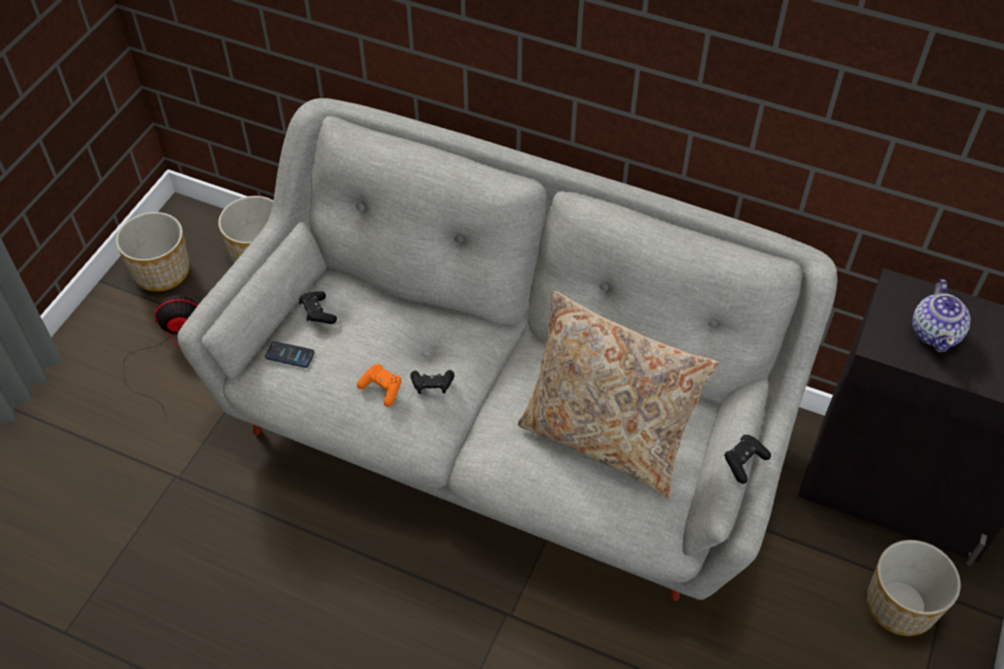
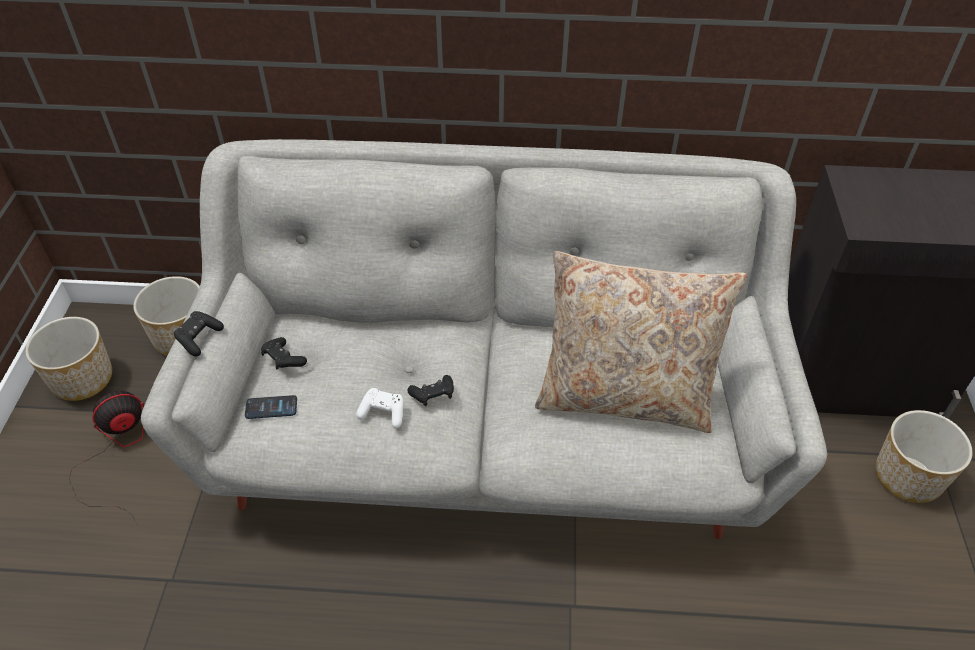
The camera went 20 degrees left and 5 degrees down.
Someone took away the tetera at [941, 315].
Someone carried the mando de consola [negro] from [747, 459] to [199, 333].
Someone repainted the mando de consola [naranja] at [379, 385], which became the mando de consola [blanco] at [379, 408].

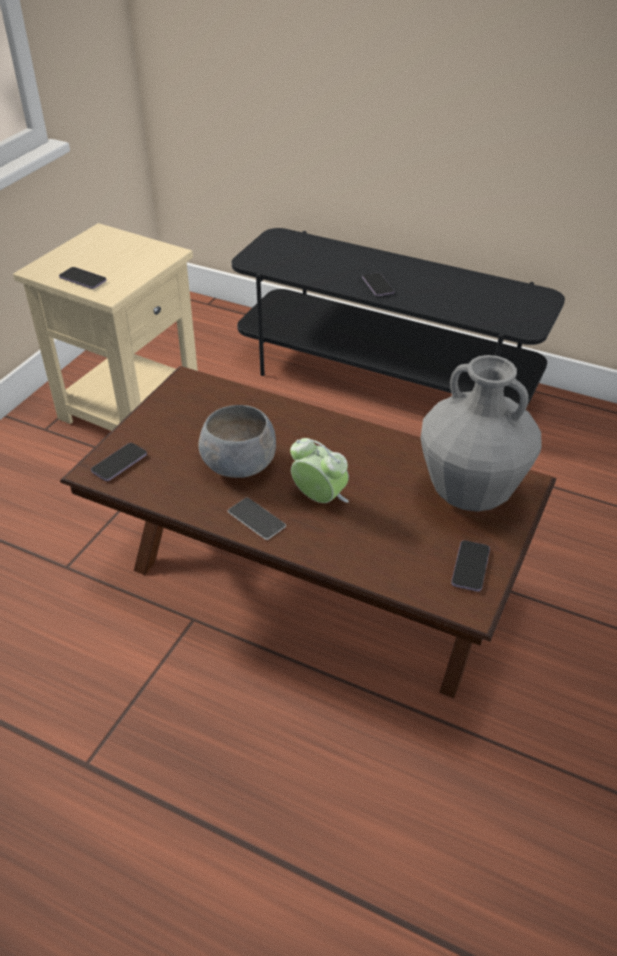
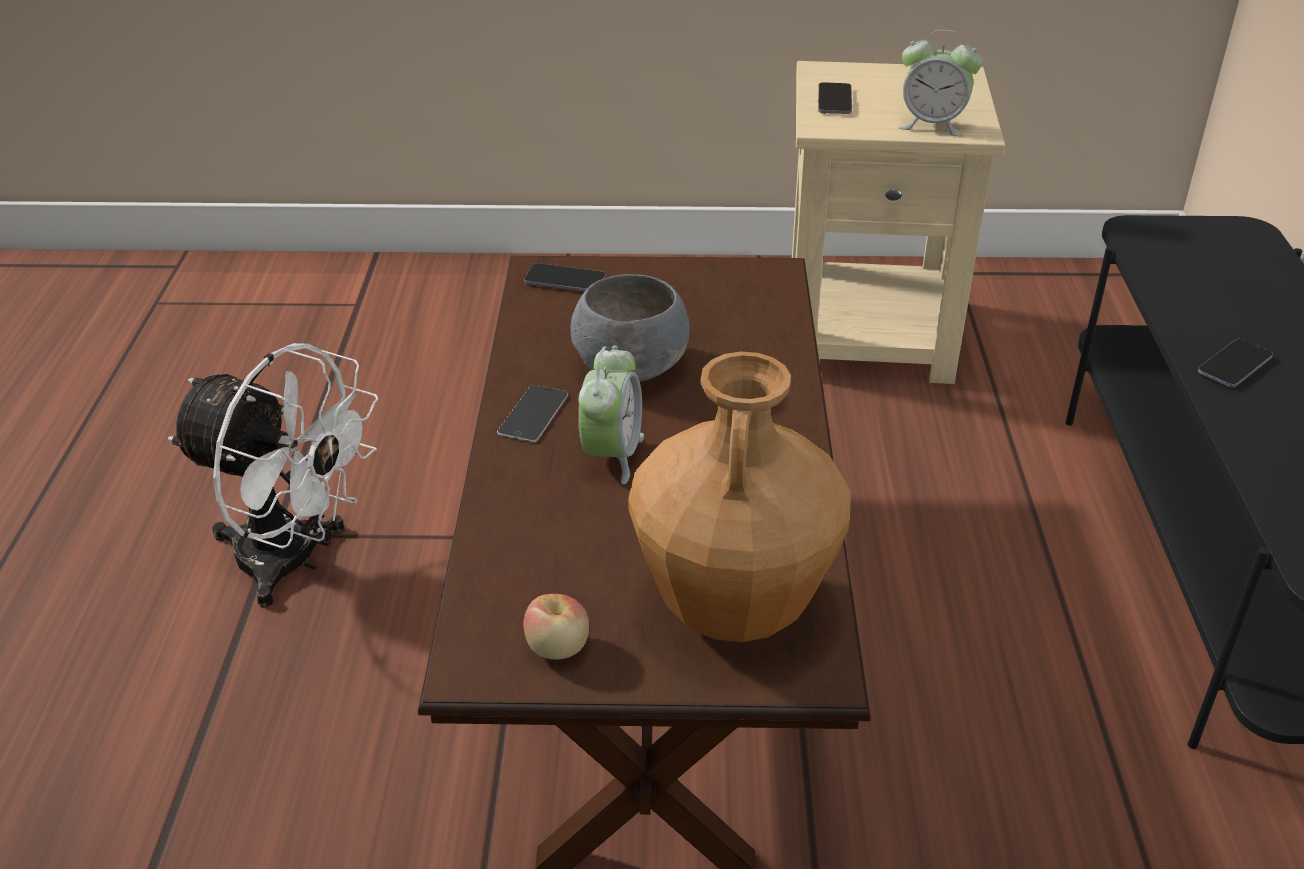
The camera went 65 degrees right and 5 degrees down.
Someone put down the ventilador [blanco] at [273, 475].
Someone put down the despertador at [940, 83].
Someone swapped the móvil at [470, 566] for the manzana at [556, 627].
Someone repainted the florero [gris] at [481, 433], which became the florero [marrón] at [739, 497].

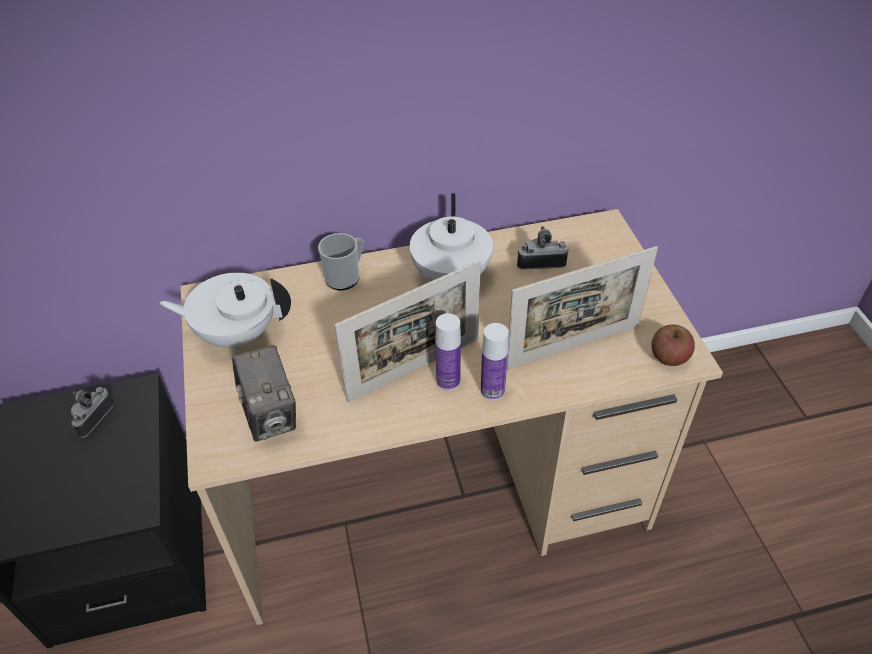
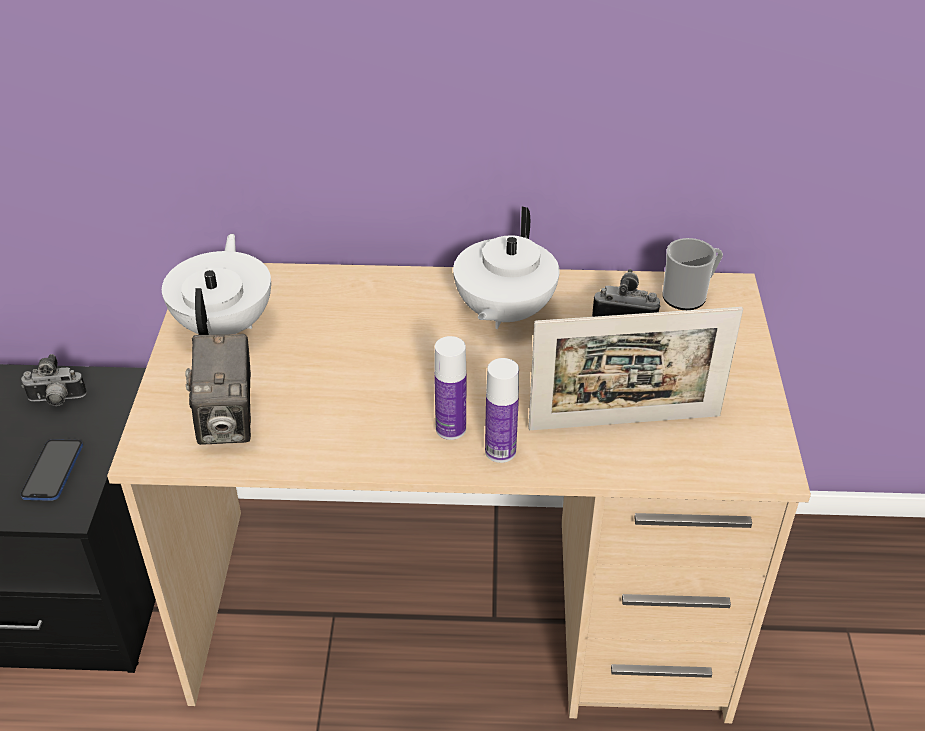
The camera went 15 degrees right and 5 degrees down.
Someone took away the portarretratos at [407, 331].
Someone took away the manzana at [673, 345].
Someone put down the móvil at [51, 470].
Someone carried the taza grande from [341, 261] to [692, 274].
Someone rotated the cámara at [92, 412] by 135 degrees counterclockwise.
Someone rotated the tetera [blanco] at [225, 311] by 75 degrees clockwise.

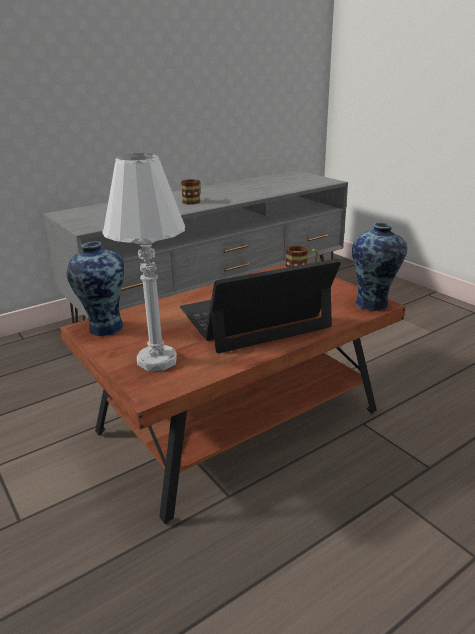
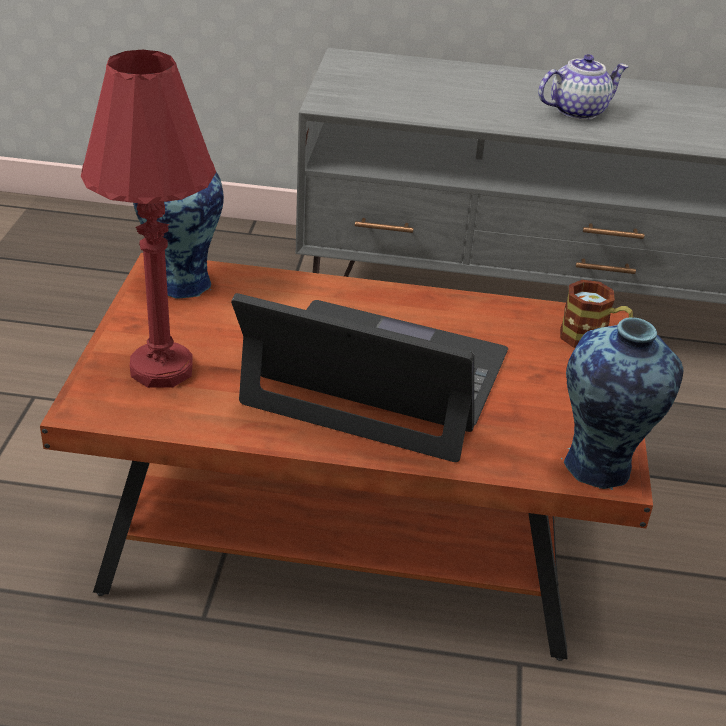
The camera went 40 degrees right and 10 degrees up.
Someone swapped the taza grande at [191, 191] for the tetera at [583, 87].
Someone repainted the lámpara de mesa [blanco] at [143, 262], which became the lámpara de mesa [rojo] at [148, 219].

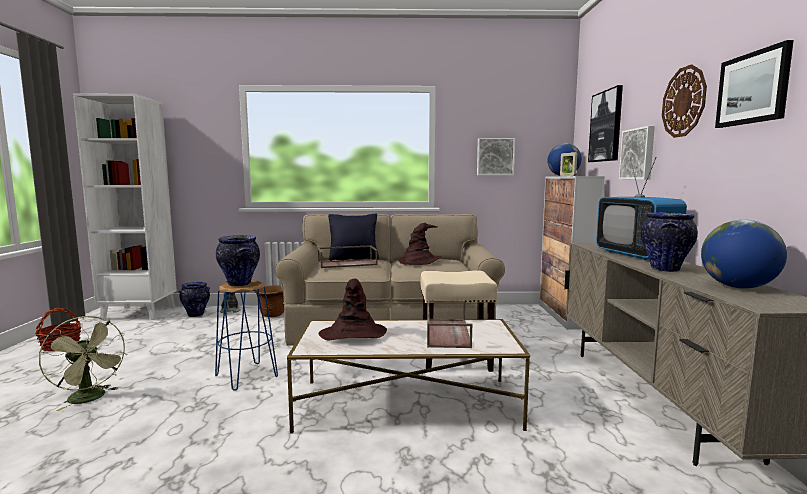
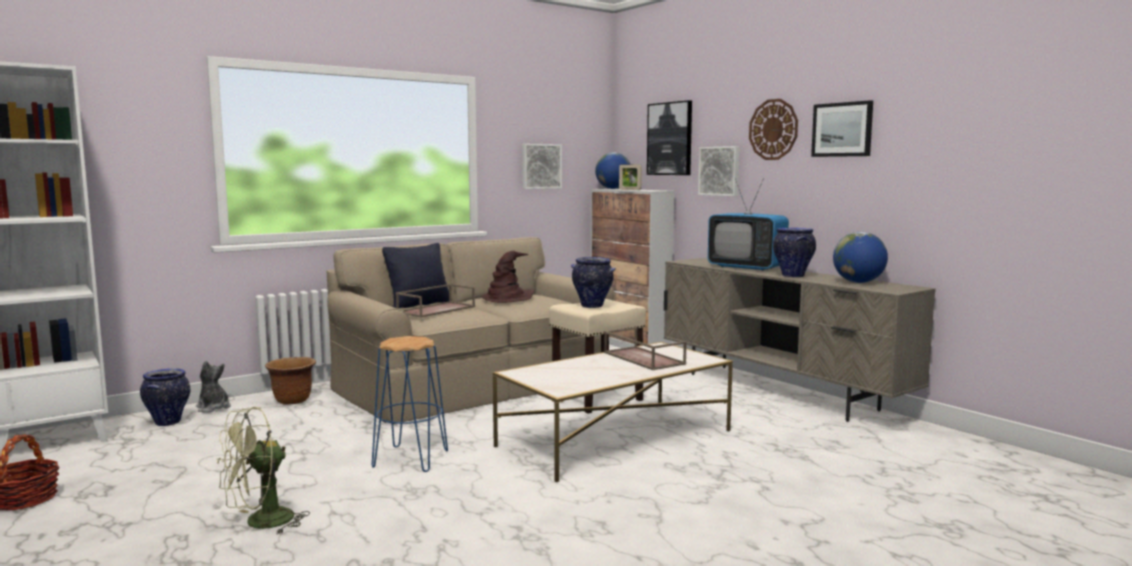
The camera went 35 degrees left and 0 degrees up.
Someone took away the sombrero [marrón] at [353, 310].
Someone carried the florero from [238, 260] to [593, 282].
Someone rotated the ventilador [verde] at [83, 363] by 135 degrees clockwise.

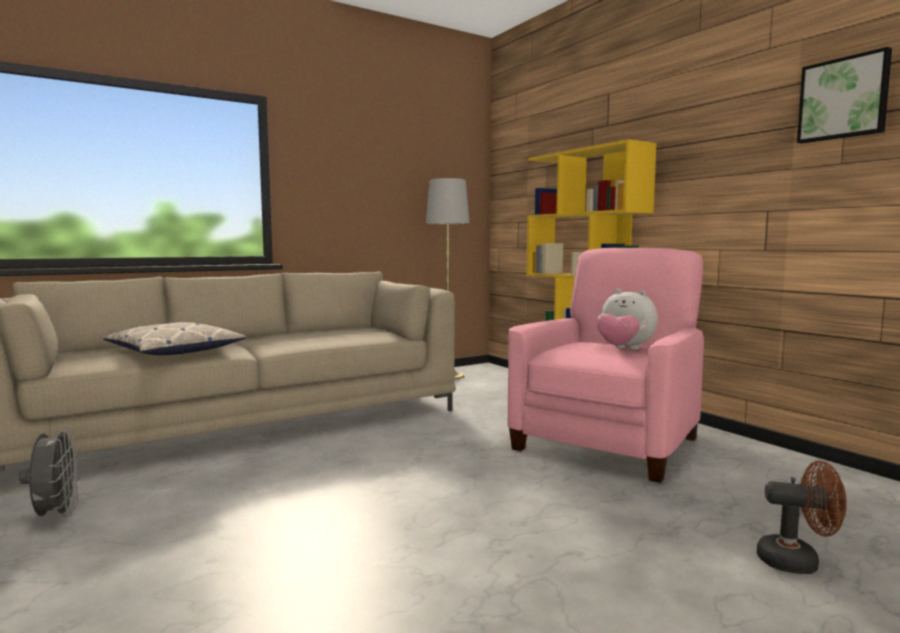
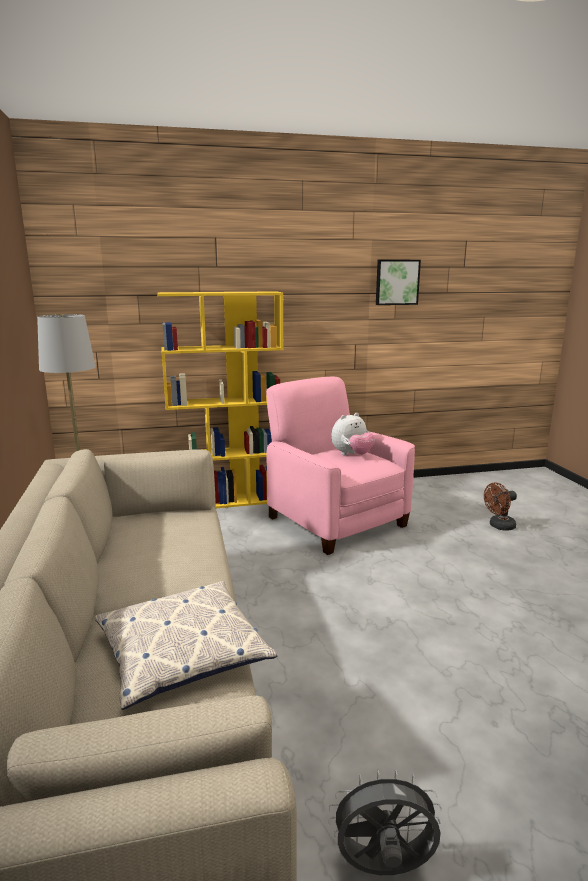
The camera went 70 degrees left and 10 degrees up.
Someone rotated the ventilador [marrón] at [802, 517] by 150 degrees counterclockwise.

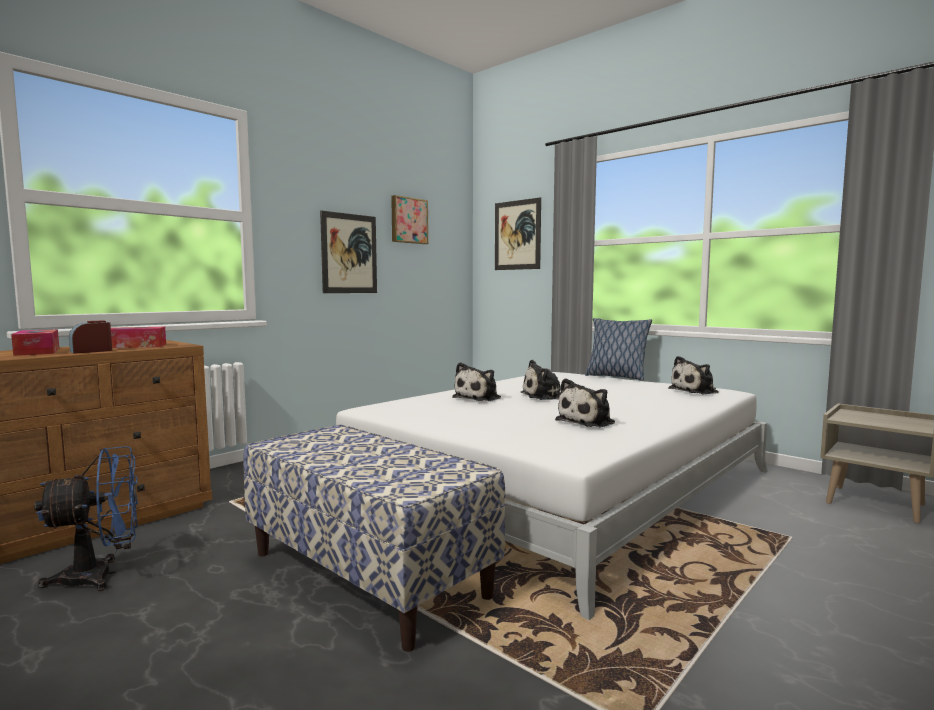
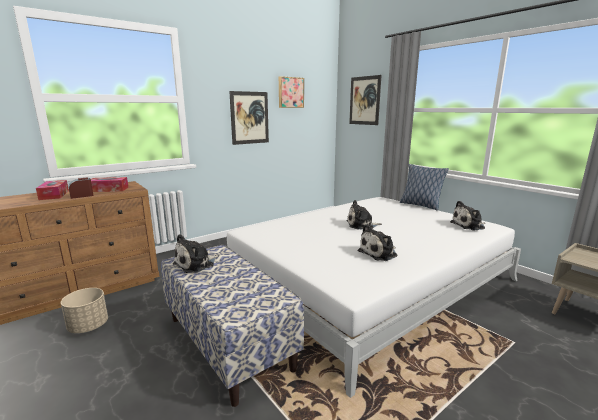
The camera went 10 degrees right and 10 degrees up.
Someone carried the peluche from [476, 381] to [196, 253].
Someone swapped the ventilador [azul] at [86, 518] for the maceta [beis] at [84, 310].

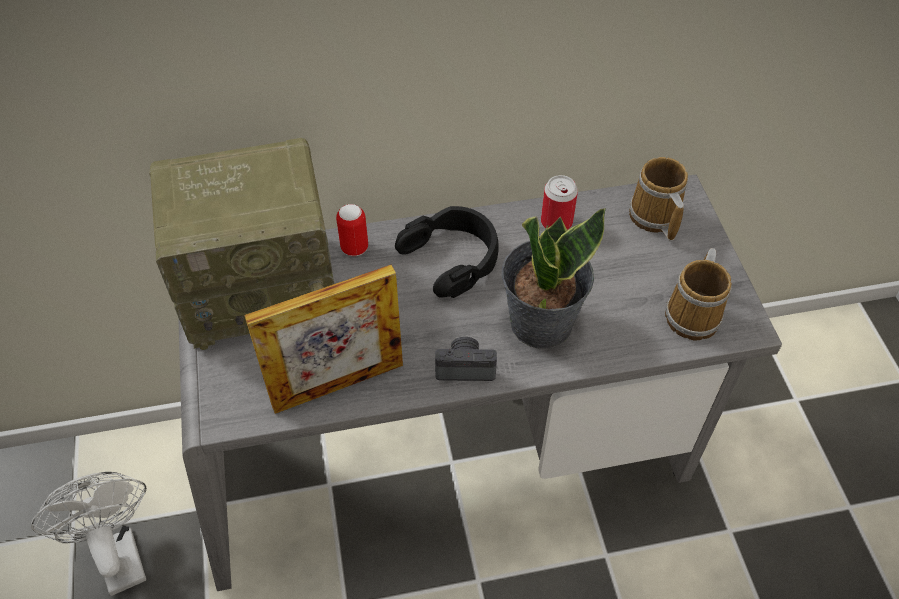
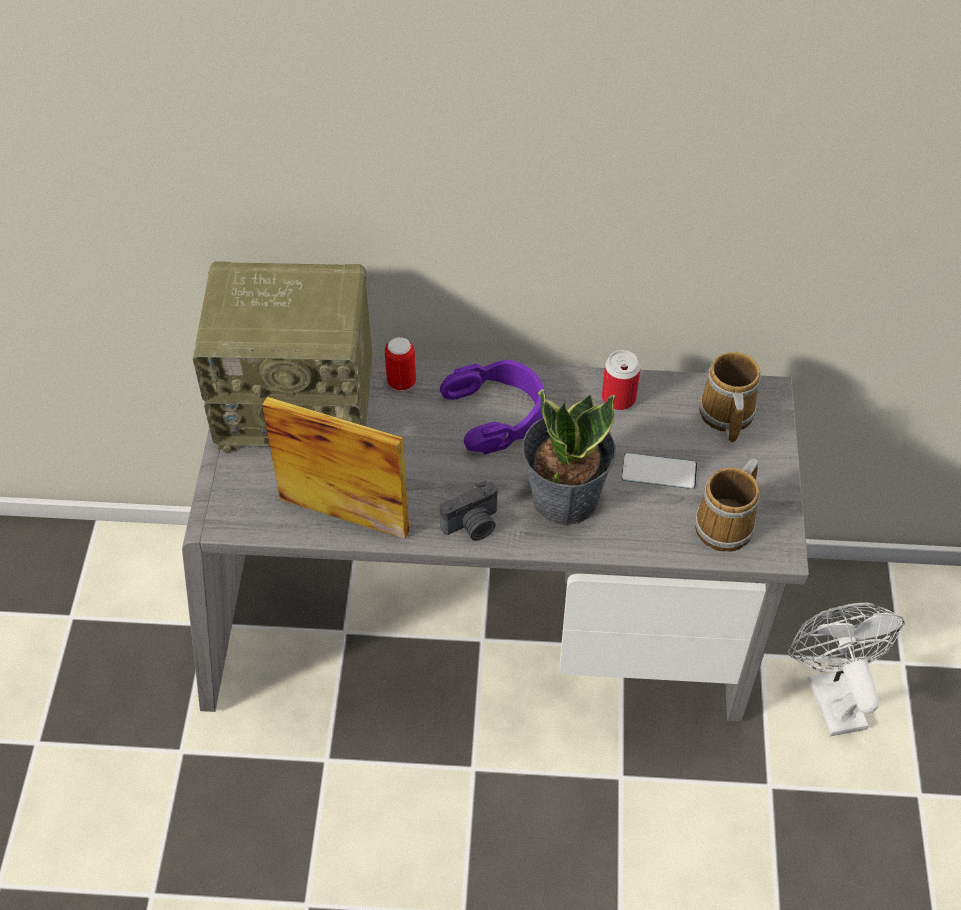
The camera went 15 degrees right and 0 degrees up.
Someone put down the móvil at [659, 471].
Someone carried the ventilador [blanco] from [89, 534] to [846, 669].
Someone repainted the auriculares [negro] at [447, 252], which became the auriculares [morado] at [493, 406].
Someone rotated the portarretratos at [323, 339] by 150 degrees counterclockwise.
Someone rotated the cámara at [466, 359] by 135 degrees clockwise.

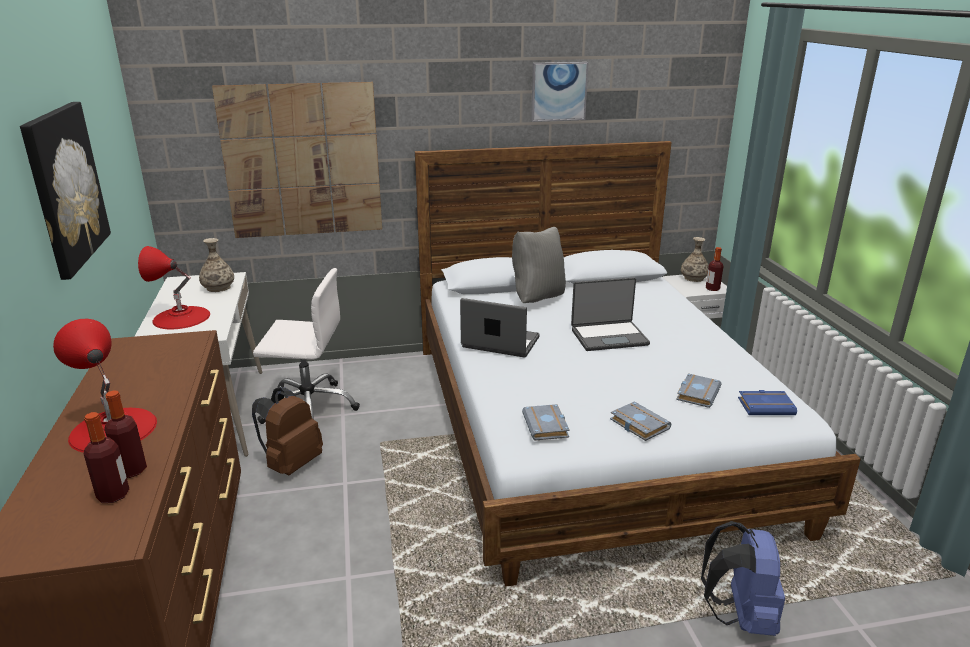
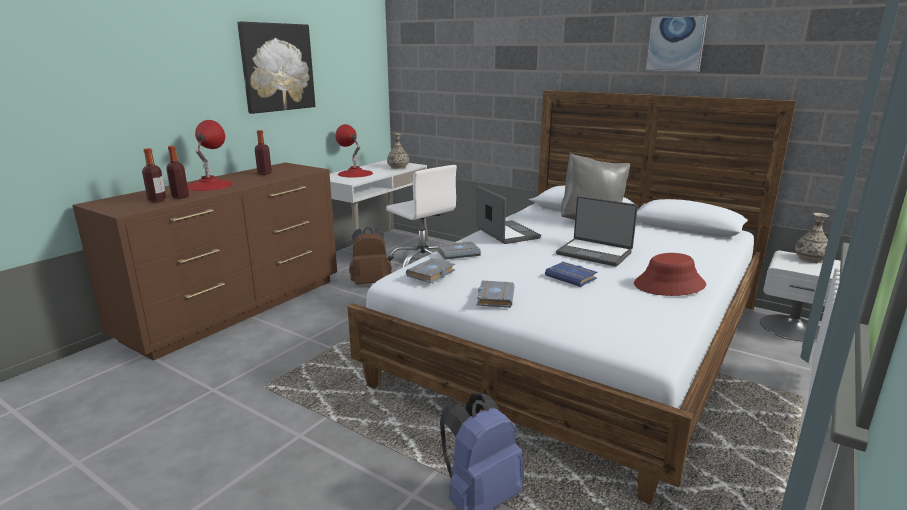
The camera went 45 degrees right and 5 degrees down.
Someone took away the cuadro at [297, 160].
Someone put down the sombrero [rojo] at [670, 274].
Someone carried the libro [gris] from [699, 390] to [459, 250].
Someone carried the botella from [714, 269] to [263, 152].
Someone carried the libro [azul] from [767, 402] to [571, 274].

